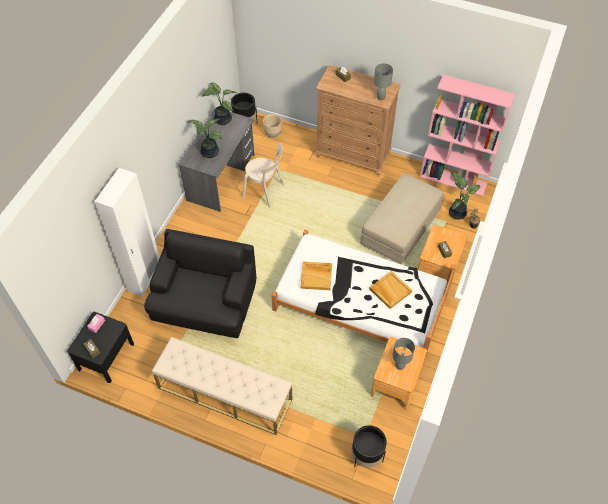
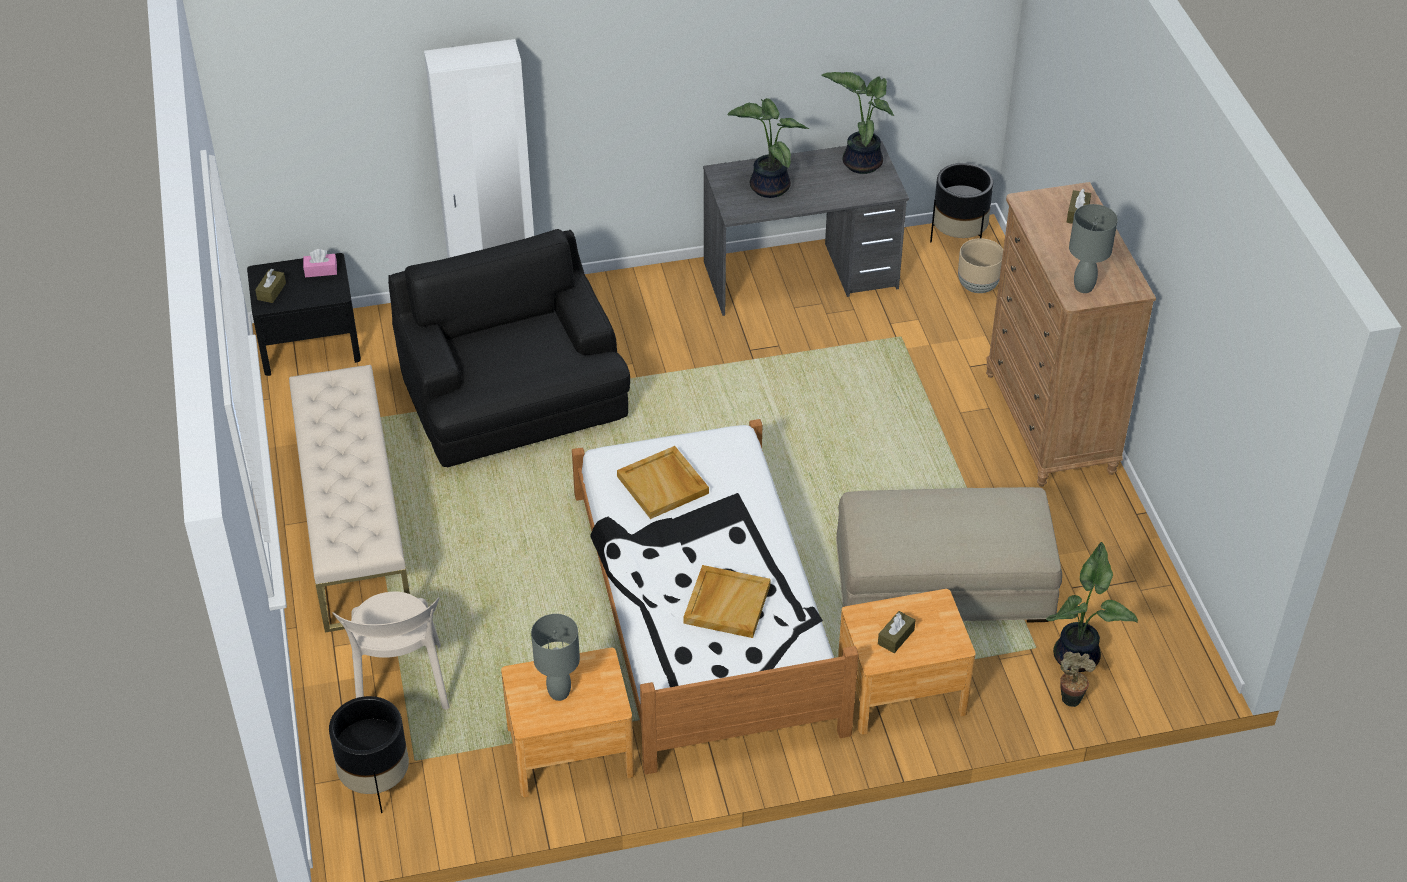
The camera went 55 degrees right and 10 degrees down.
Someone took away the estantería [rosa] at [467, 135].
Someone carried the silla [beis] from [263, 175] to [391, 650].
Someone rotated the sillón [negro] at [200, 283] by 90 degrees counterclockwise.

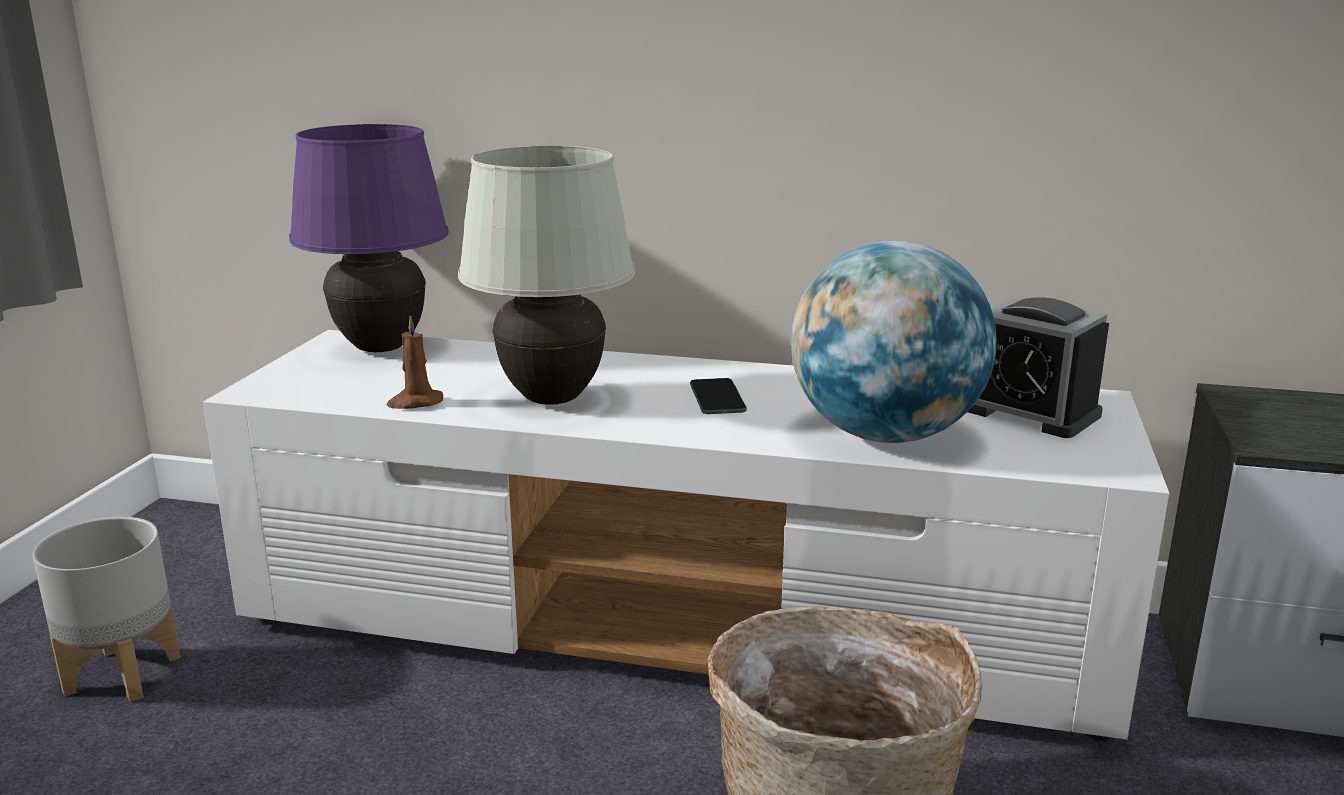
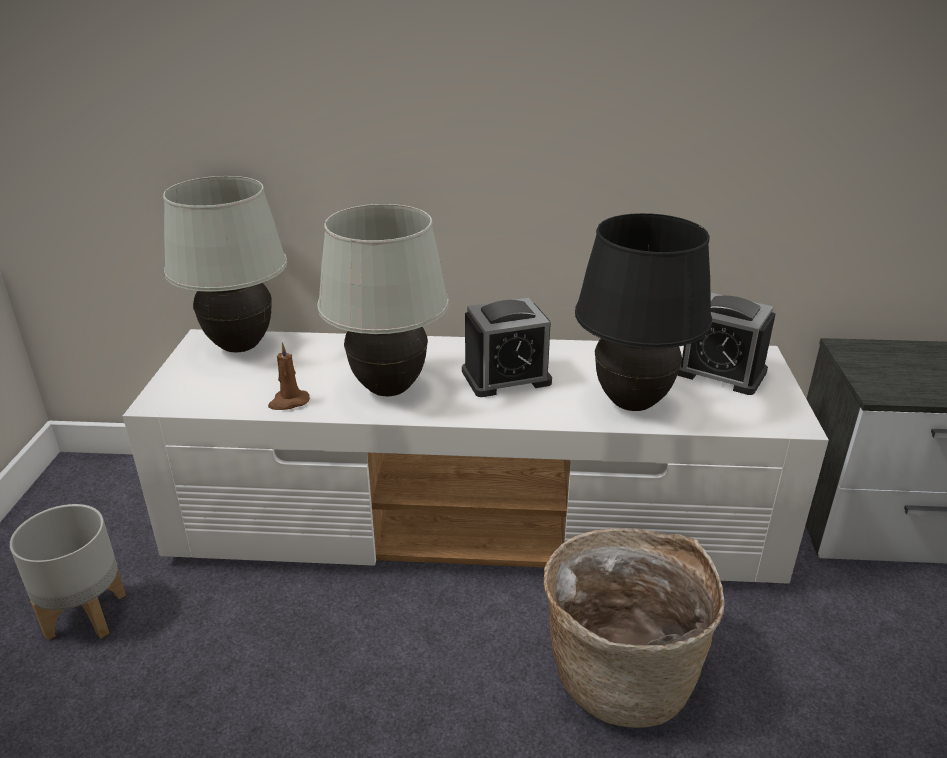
The camera went 10 degrees left and 10 degrees up.
Someone swapped the móvil at [718, 396] for the despertador at [507, 347].
Someone swapped the globo terráqueo at [894, 341] for the lámpara de mesa [negro] at [643, 312].
Someone repainted the lámpara de mesa [morado] at [369, 238], which became the lámpara de mesa [blanco] at [225, 264].

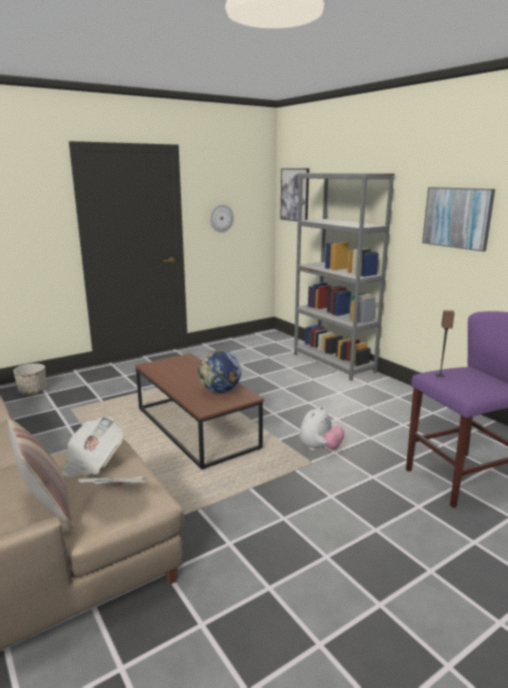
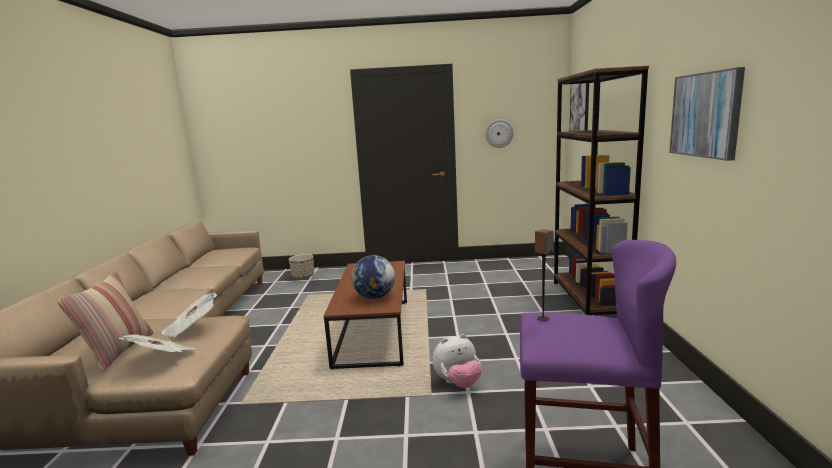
The camera went 35 degrees right and 5 degrees down.
Someone repainted the estantería [gris] at [344, 277], which became the estantería [marrón] at [601, 190].

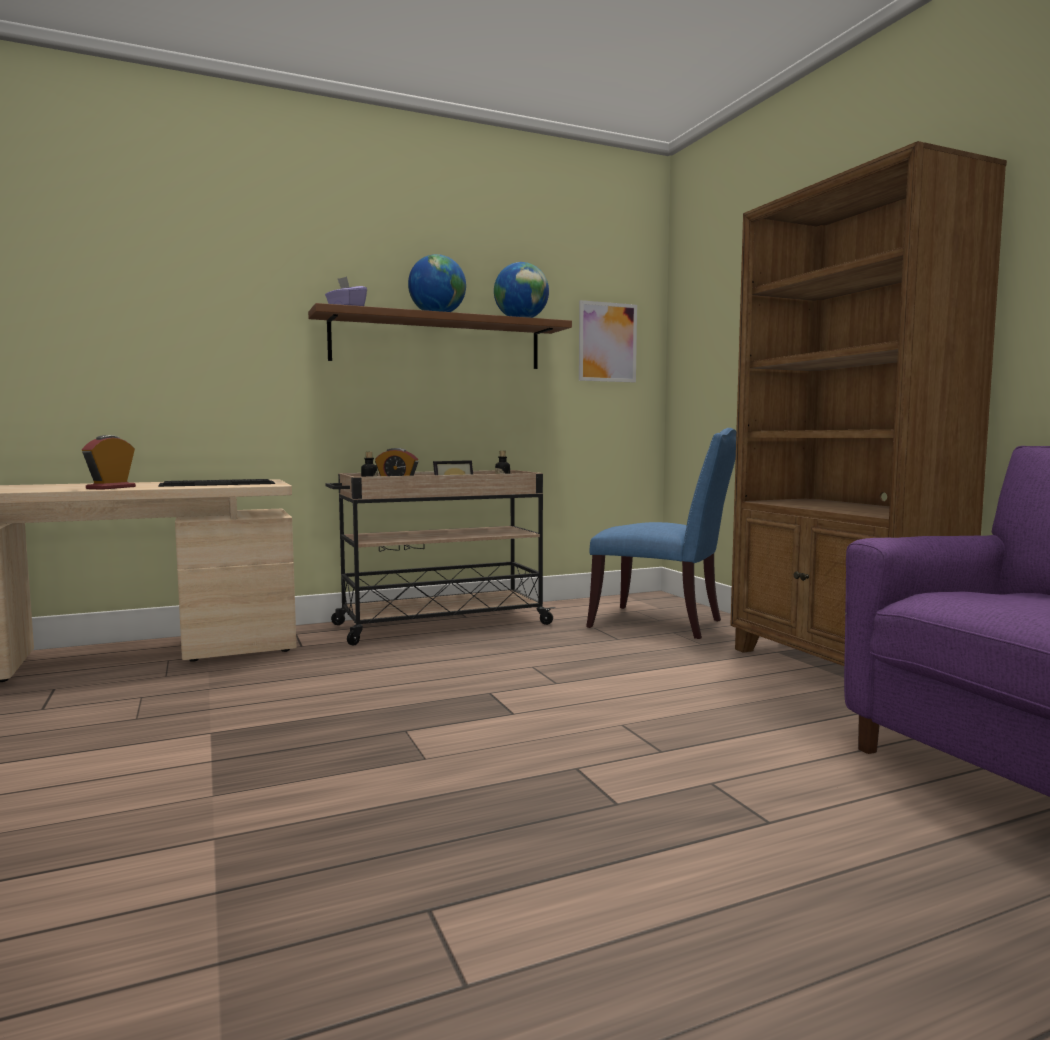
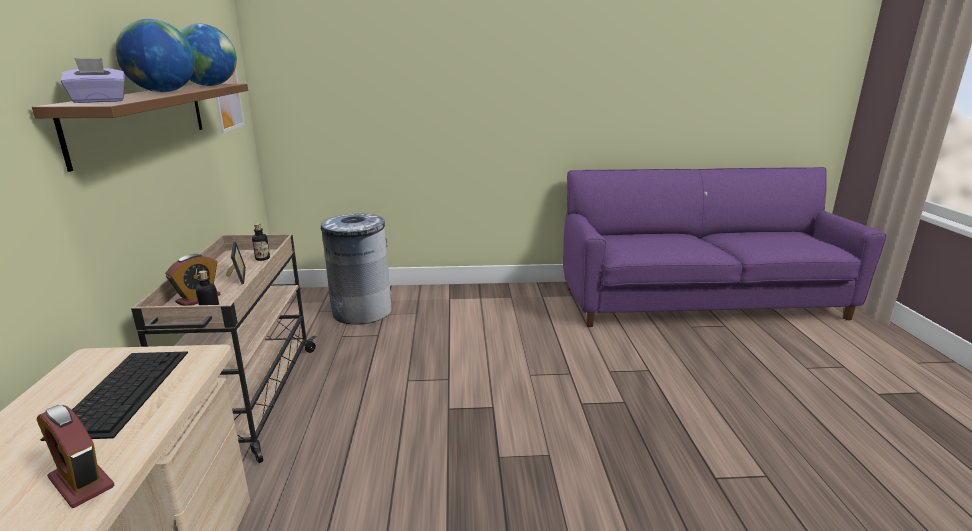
The camera went 70 degrees left and 15 degrees up.
Someone took away the estantería [marrón] at [868, 403].
Someone swapped the silla [azul] at [661, 533] for the papelera [gris] at [356, 269].

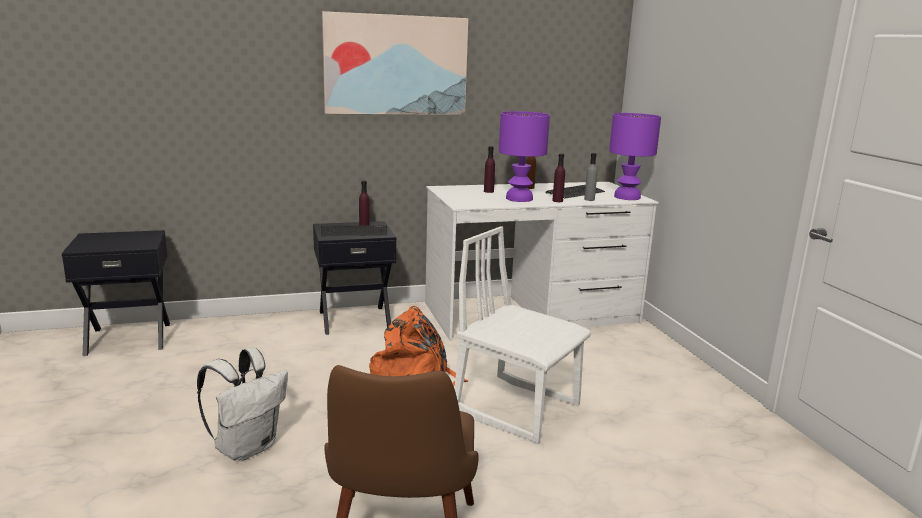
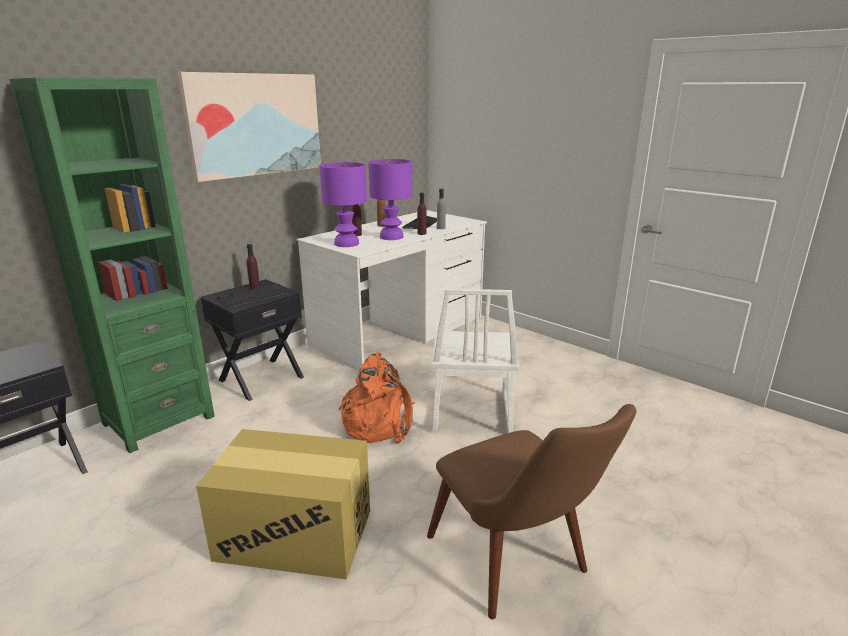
The camera went 30 degrees left and 5 degrees up.
Someone put down the estantería [verde] at [112, 265].
Someone carried the lámpara de mesa [morado] from [635, 156] to [343, 204].
Someone swapped the mochila [blanco] at [242, 405] for the caja de cartón at [283, 504].
Someone rotated the silla [blanco] at [523, 335] by 90 degrees counterclockwise.

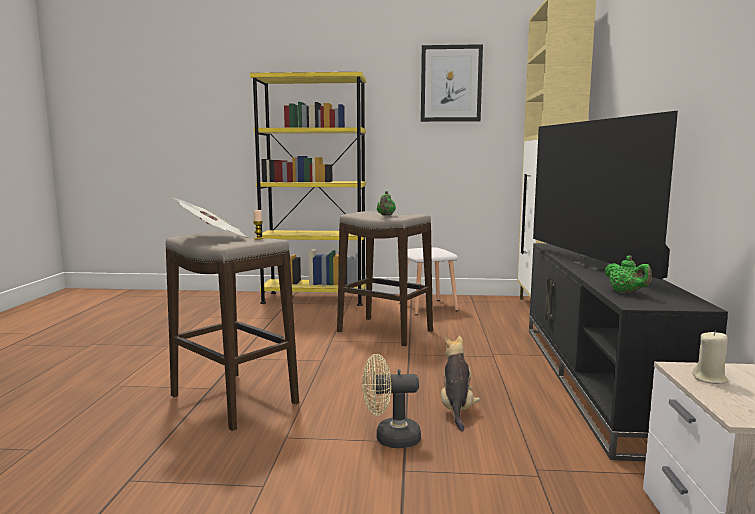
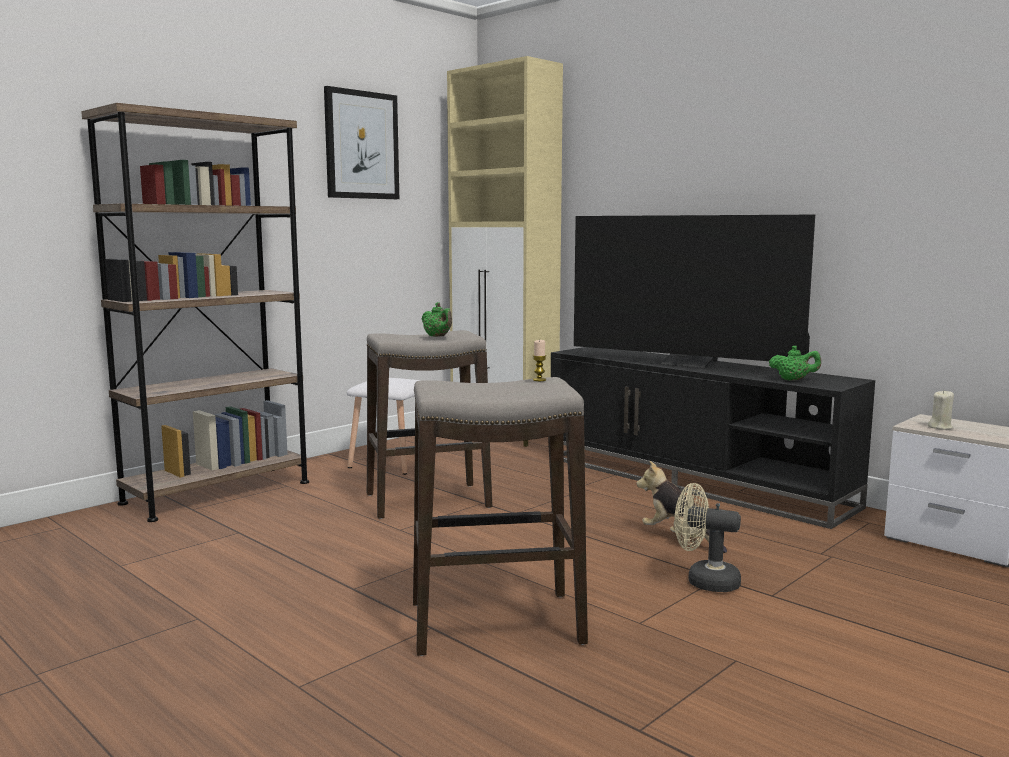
The camera went 50 degrees left and 0 degrees up.
Someone took away the periódico at [210, 217].
Someone repainted the estantería [amarillo] at [308, 189], which became the estantería [marrón] at [195, 312].
Someone rotated the ventilador [beis] at [391, 401] by 75 degrees clockwise.

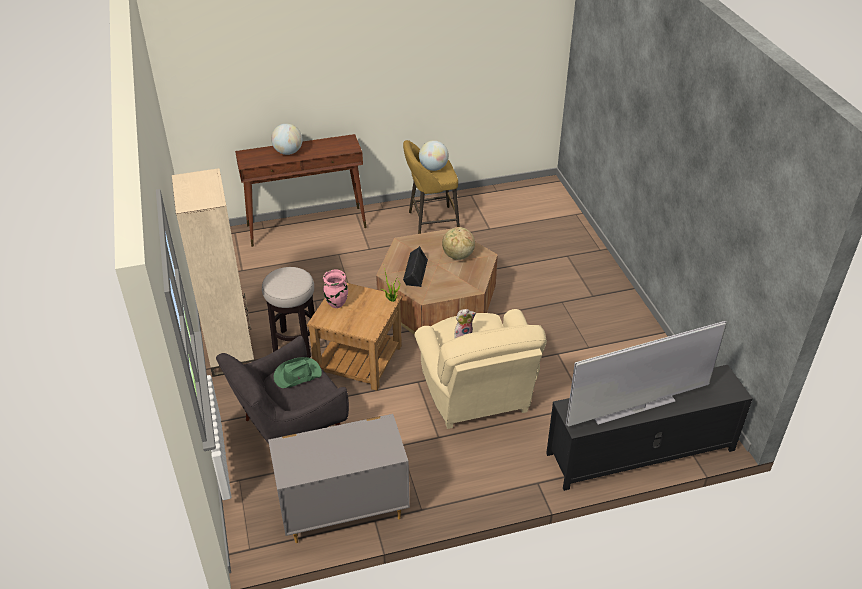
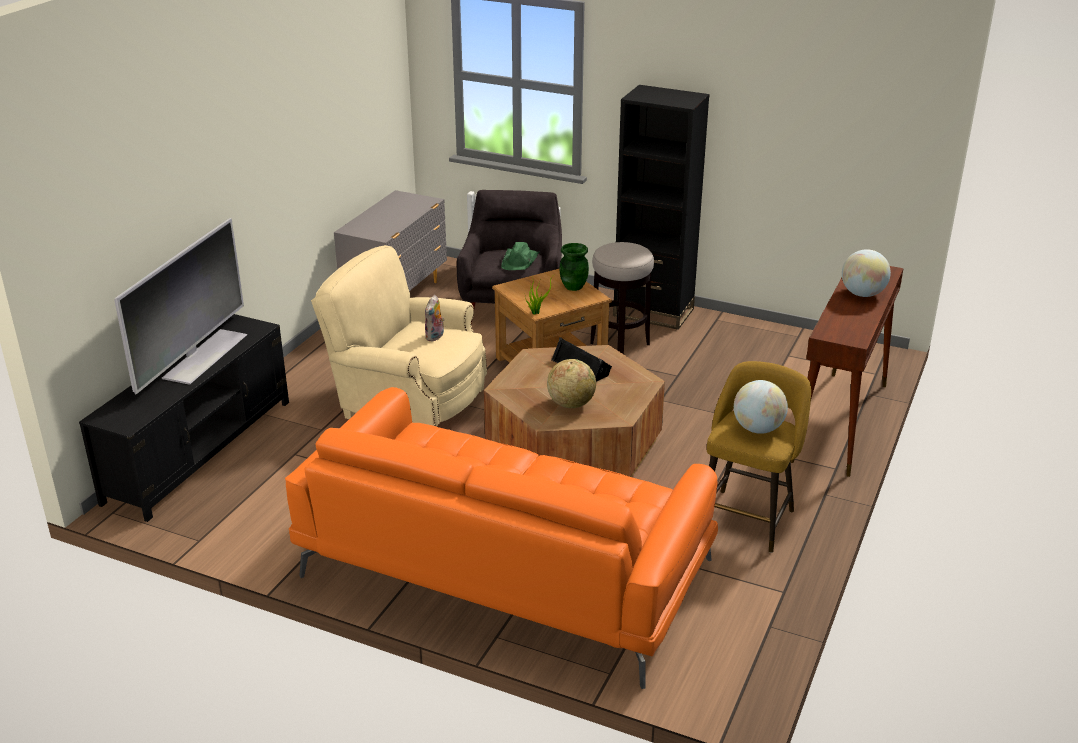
The camera went 130 degrees right and 10 degrees down.
Someone put down the sofá [naranja] at [501, 538].
Someone repainted the estantería [beis] at [213, 272], which became the estantería [negro] at [661, 207].
Someone repainted the florero [rosa] at [335, 288], which became the florero [verde] at [574, 267].

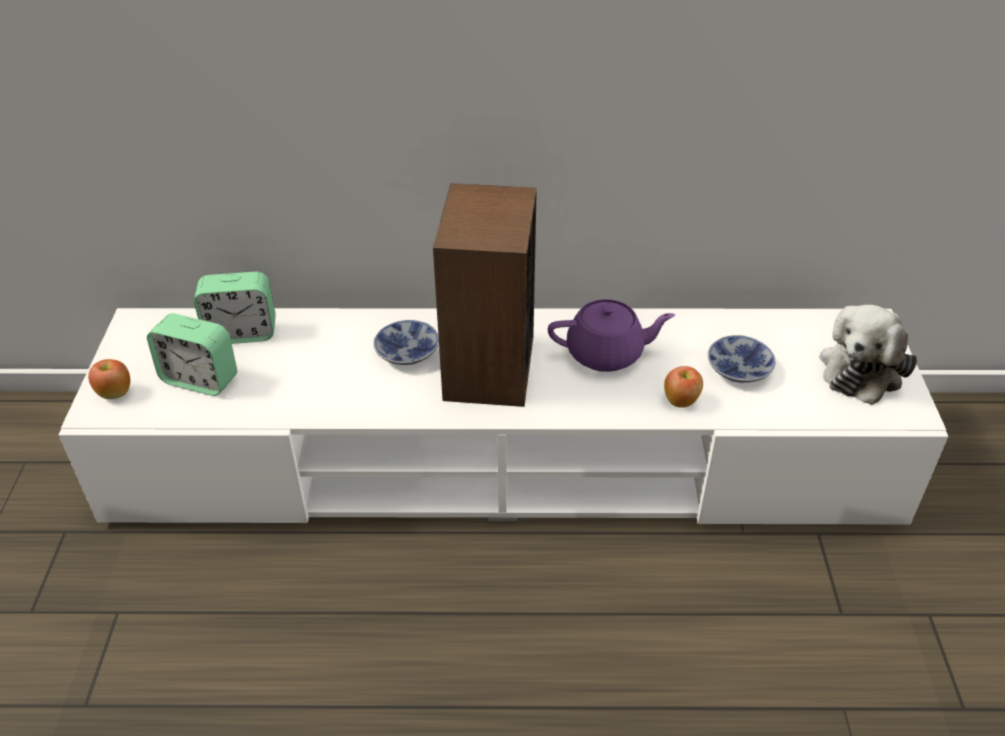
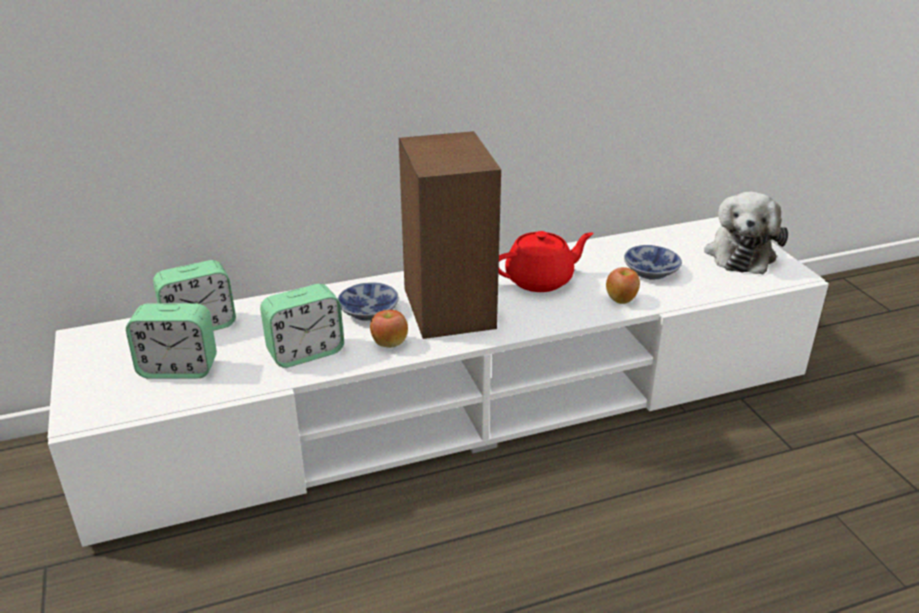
The camera went 20 degrees left and 10 degrees down.
Someone put down the despertador at [302, 326].
Someone carried the manzana from [109, 379] to [389, 329].
Someone repainted the tetera [morado] at [611, 335], which became the tetera [rojo] at [546, 261].

